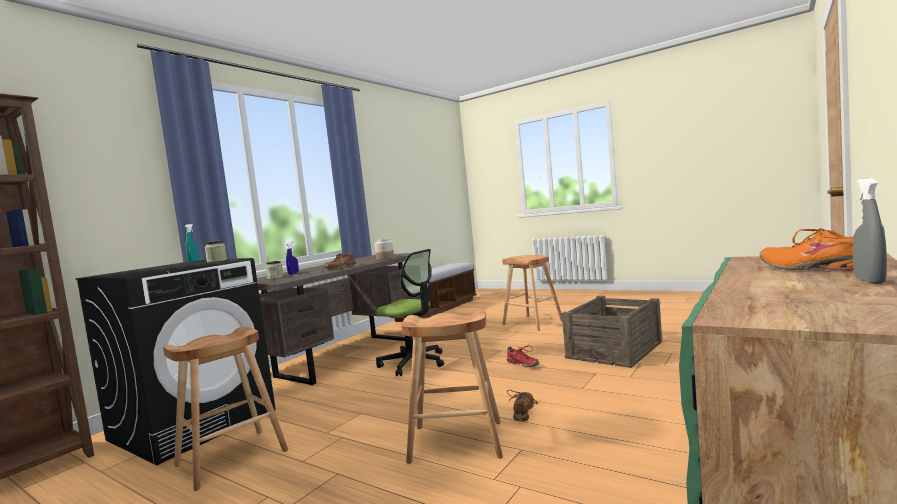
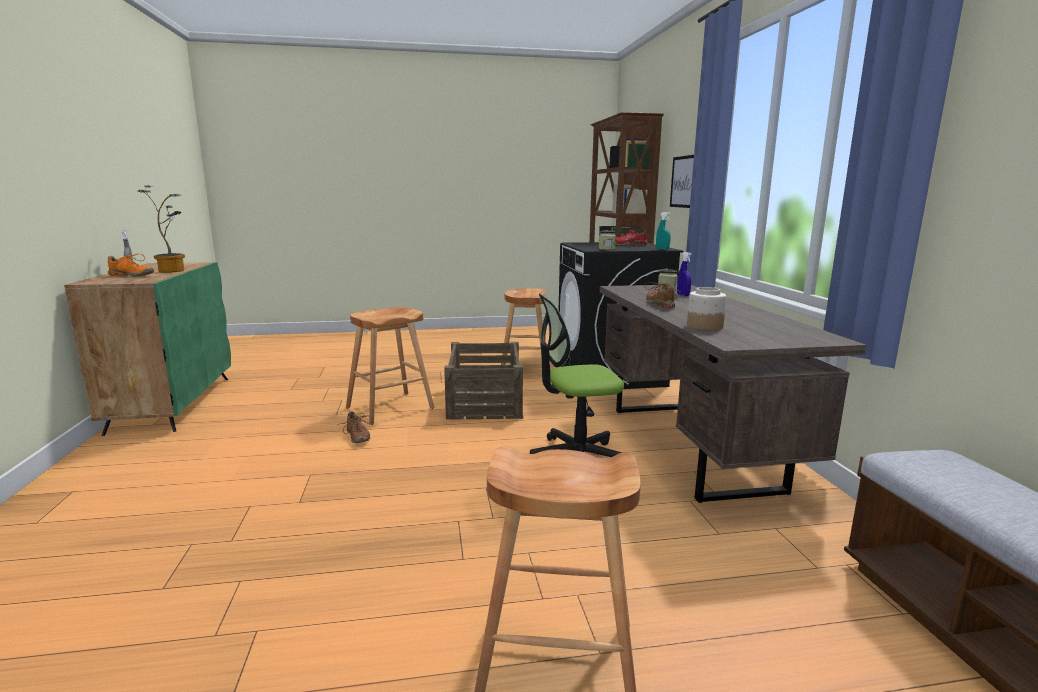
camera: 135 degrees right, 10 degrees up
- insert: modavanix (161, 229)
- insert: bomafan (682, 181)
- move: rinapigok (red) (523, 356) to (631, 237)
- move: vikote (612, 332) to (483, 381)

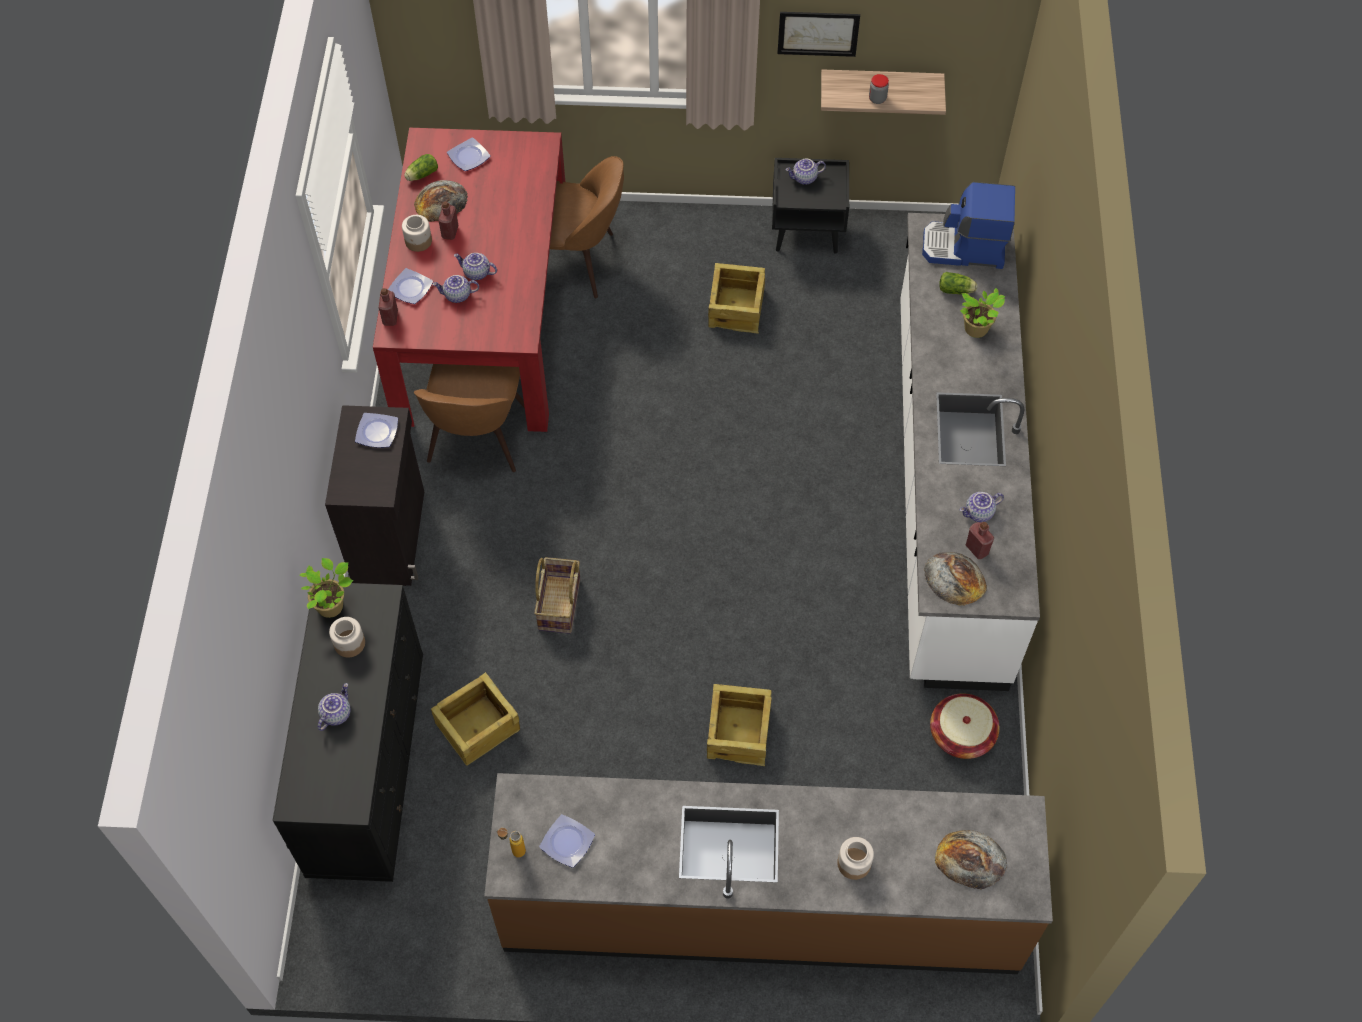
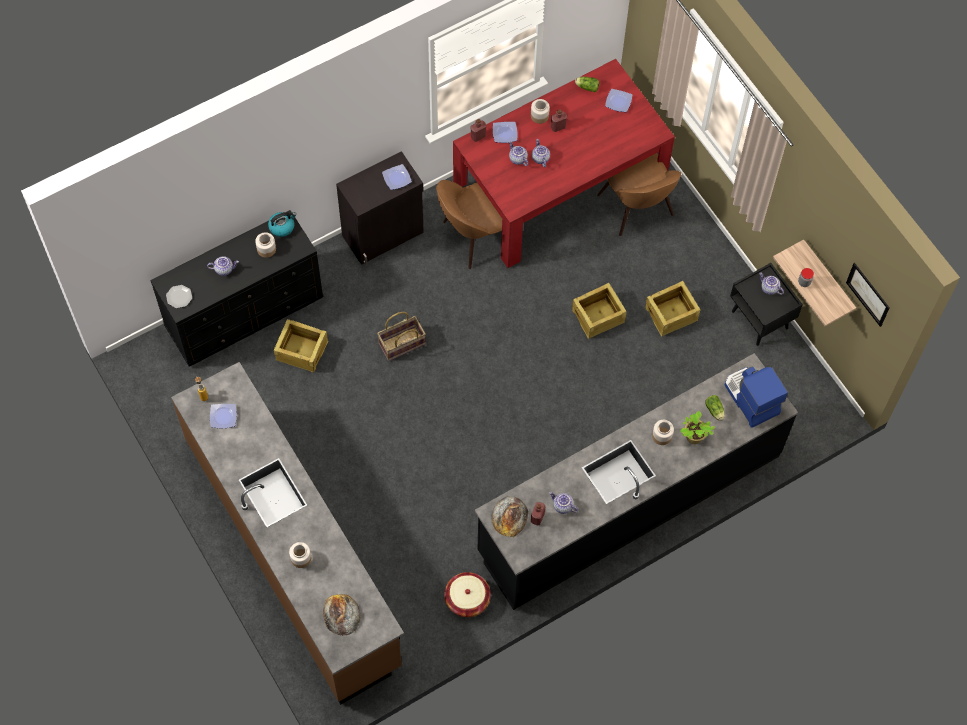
camera: 55 degrees right, 5 degrees up
- delete: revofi (441, 201)
- insert: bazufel (179, 296)
- insert: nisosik (663, 432)
- move: vikote (739, 725) to (599, 311)
- move: bomafan (818, 34) to (868, 295)
- replace: modavanix (326, 588) to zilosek (282, 224)
- recolor: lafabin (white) (970, 452) to lafabin (black) (636, 481)

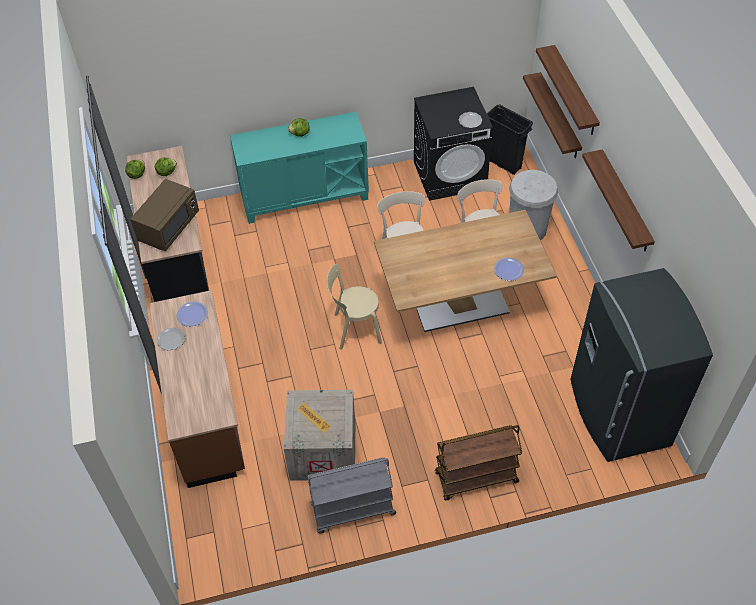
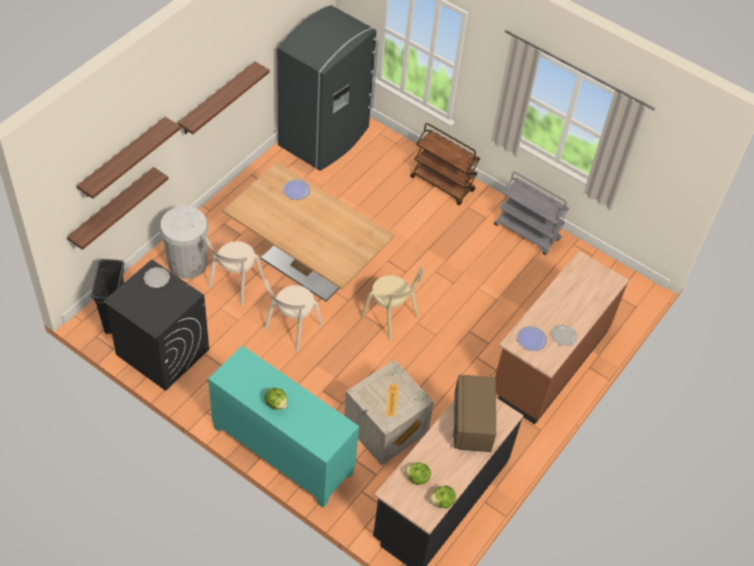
camera: 135 degrees left, 0 degrees up
- move: vikote (319, 435) to (389, 413)
- rotate: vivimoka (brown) (164, 215) = (474, 413) 75 degrees counterclockwise

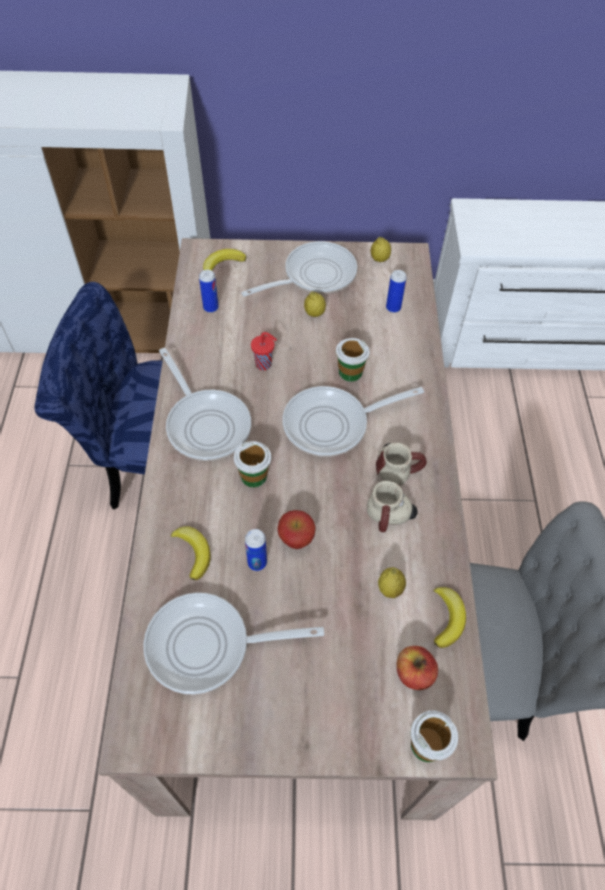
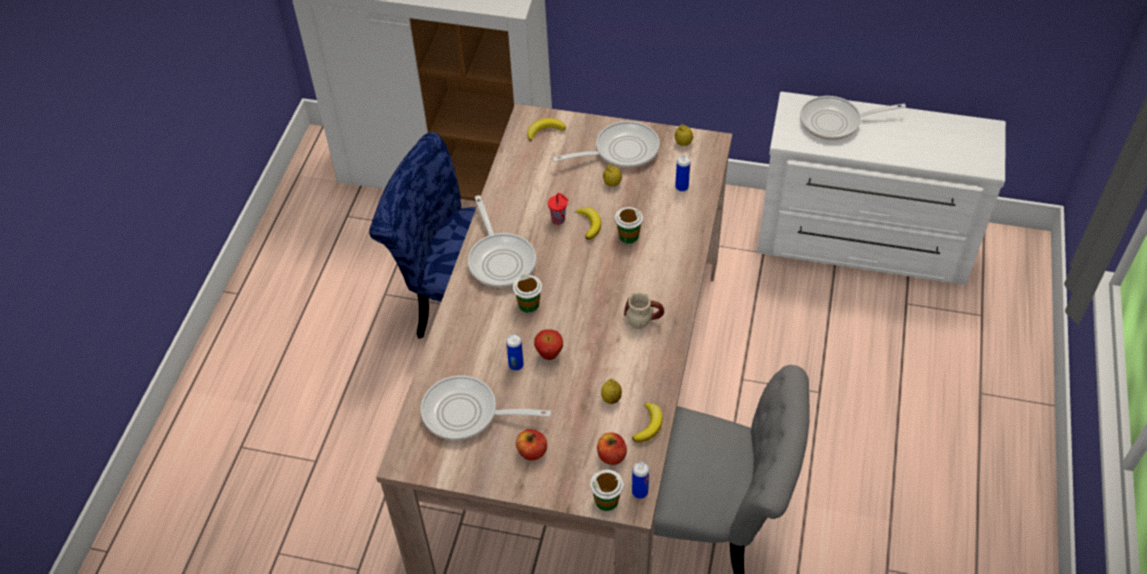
camera: 15 degrees right, 5 degrees down
- delete: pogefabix (392, 506)
- insert: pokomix (531, 444)
- move: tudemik (190, 553) to (588, 223)
- move: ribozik (209, 291) to (640, 480)
- move: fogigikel (353, 421) to (853, 118)

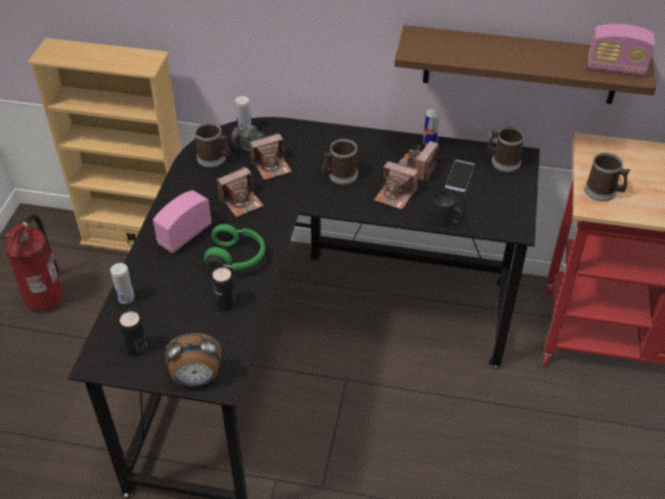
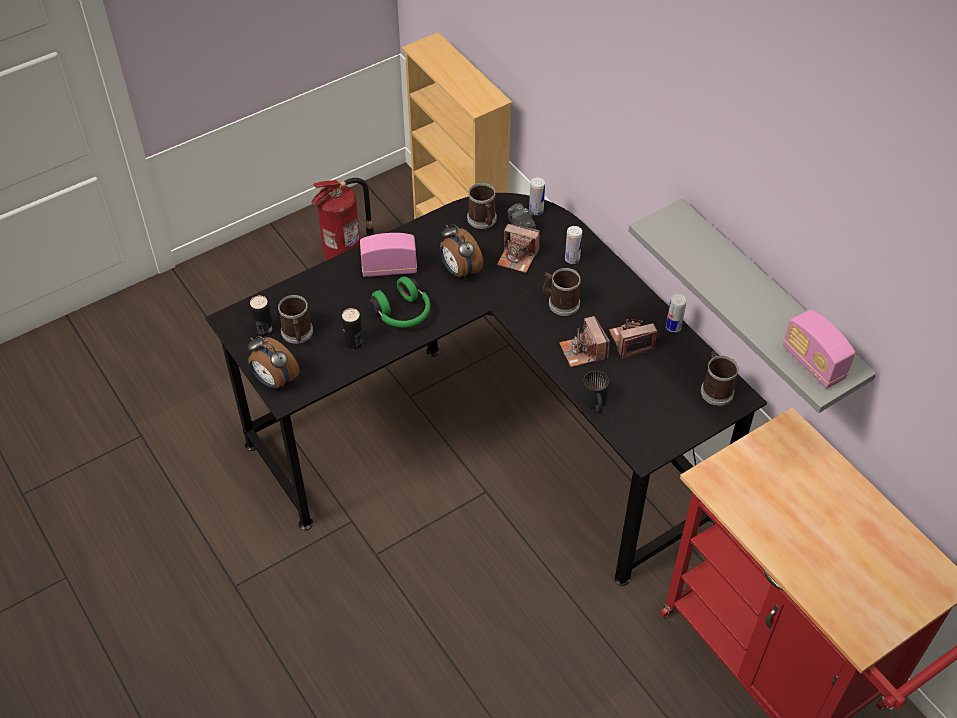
camera: 45 degrees right, 5 degrees up
- delete: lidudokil (460, 176)
- move: ribozik (122, 283) to (573, 245)
- move: pogefabix (607, 177) to (295, 319)
- replace: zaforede (240, 191) to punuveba (462, 252)
- recolor: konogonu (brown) (525, 64) to konogonu (grey) (752, 305)

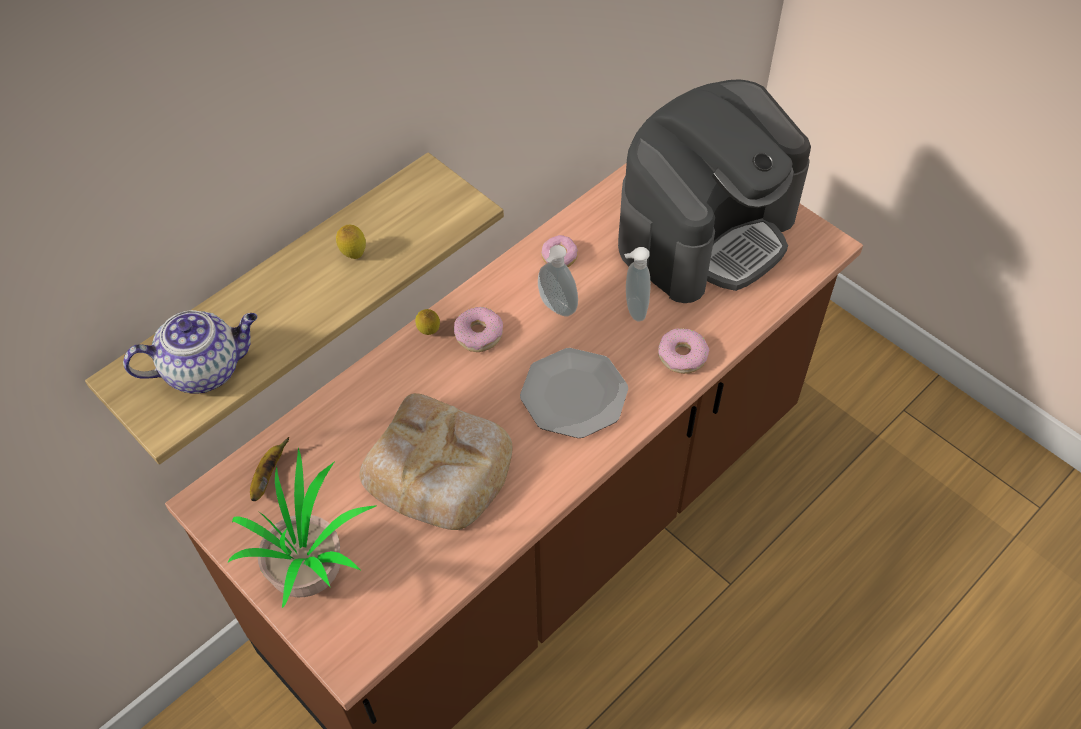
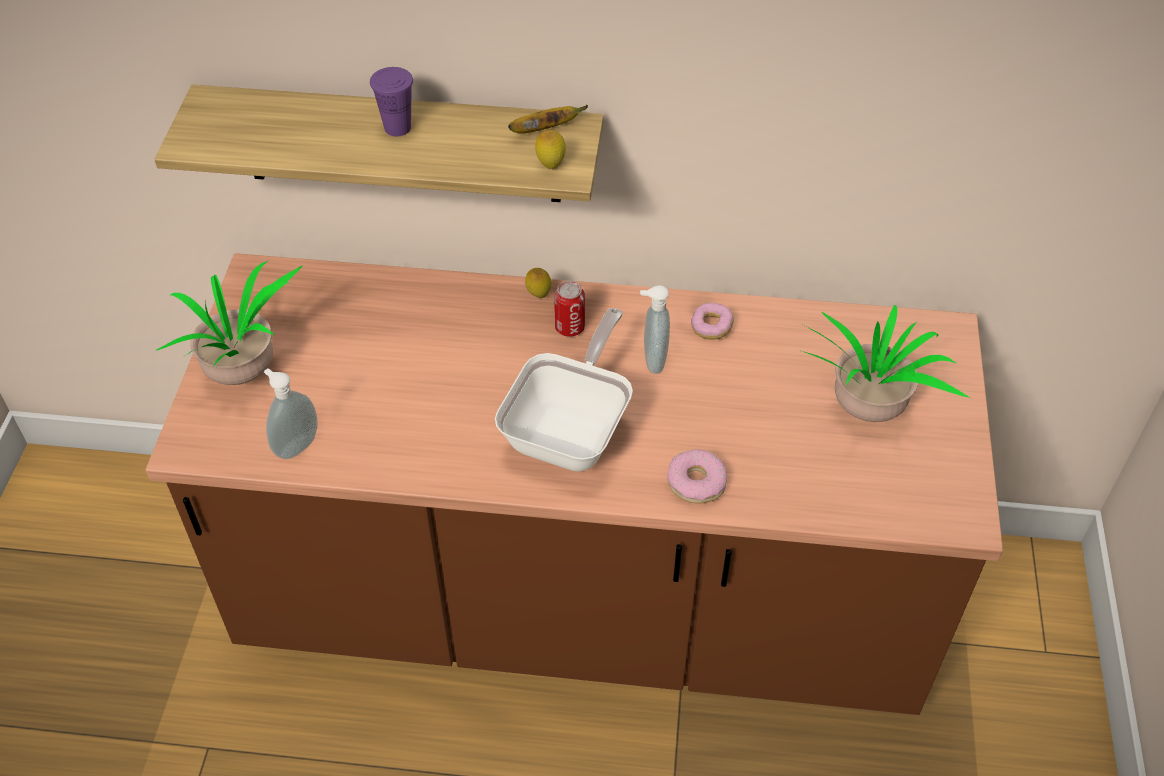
camera: 50 degrees right, 5 degrees down
- delete: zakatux (190, 352)
- delete: revofi (435, 461)
- insert: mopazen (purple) (391, 101)
- move: tudemik (269, 469) to (548, 119)
- move: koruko (351, 242) to (550, 149)
- move: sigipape (637, 284) to (290, 413)
- replace: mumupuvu (478, 329) to ribozik (569, 309)
- replace: bazufel (574, 393) to fogigikel (564, 390)
- replace: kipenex (714, 191) to modavanix (884, 363)

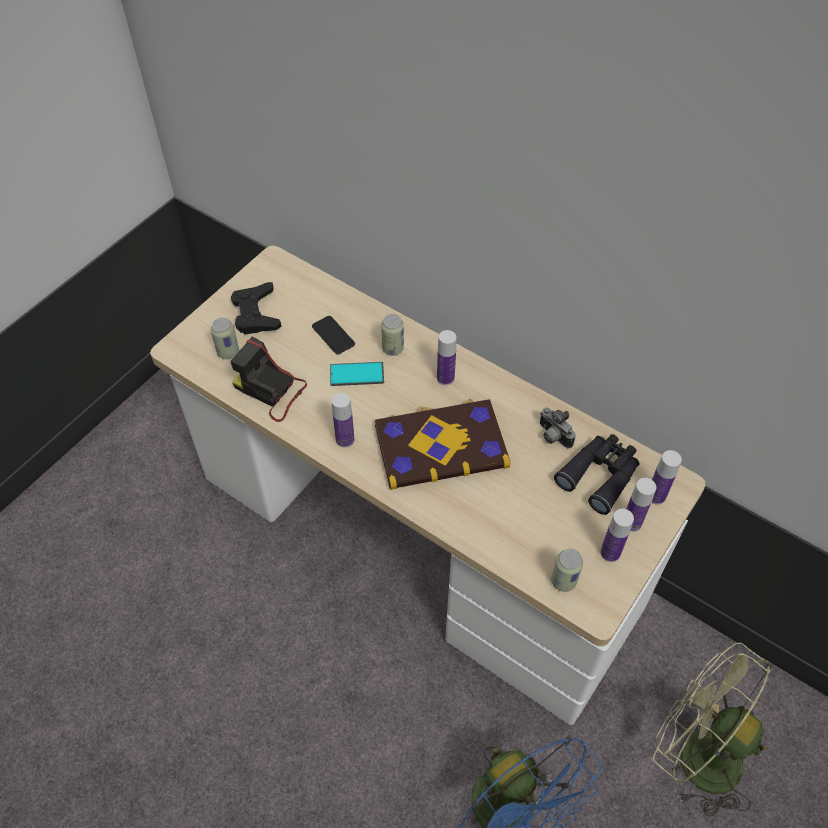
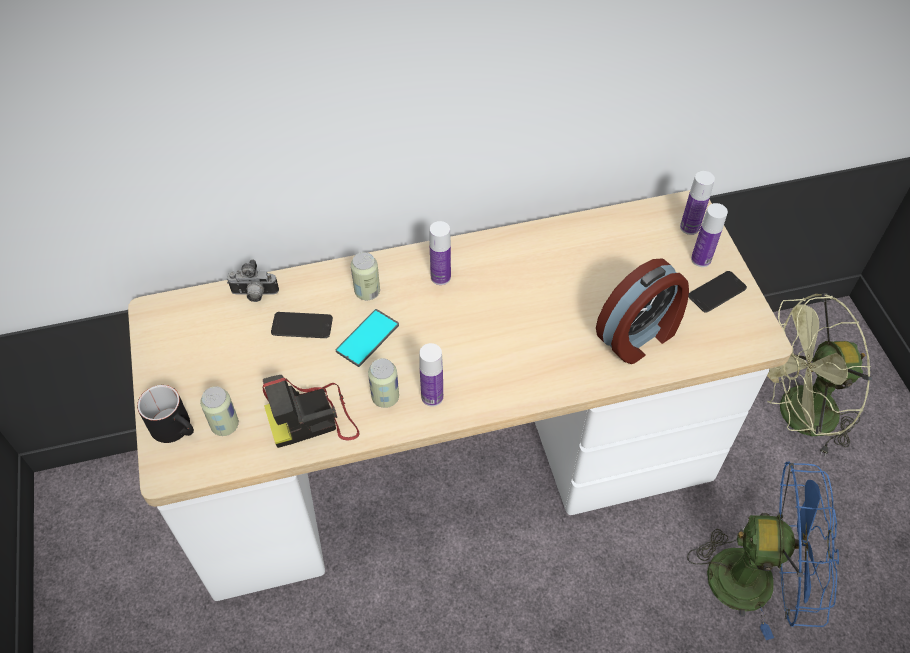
camera: 50 degrees left, 0 degrees up
- delete: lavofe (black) (256, 308)
- delete: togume (442, 444)
- delete: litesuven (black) (596, 474)
- insert: pogefabix (black) (165, 414)
- insert: punuveba (642, 311)
- move: zaforede (558, 427) to (253, 281)
- move: ribozik (567, 570) to (383, 383)
- replace: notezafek (617, 535) to lidudokil (717, 292)

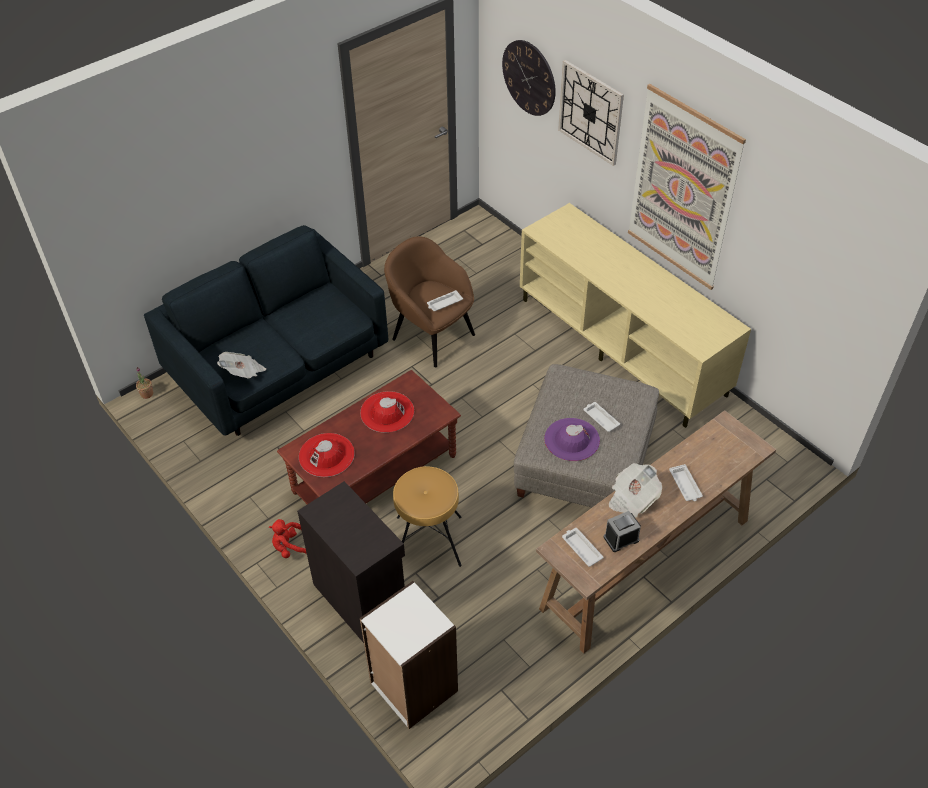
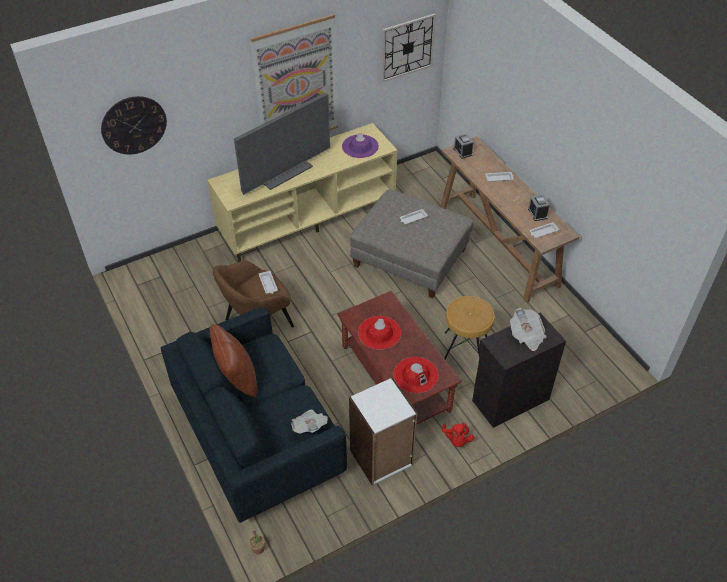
camera: 80 degrees left, 0 degrees up
- insert: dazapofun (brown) (233, 360)
- insert: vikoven (282, 144)
- insert: punuveba (464, 146)
- move: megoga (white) (409, 655) to (383, 431)
- move: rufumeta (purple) (572, 439) to (360, 145)
- move: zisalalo (591, 113) to (409, 47)
- move: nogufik (635, 490) to (528, 329)

